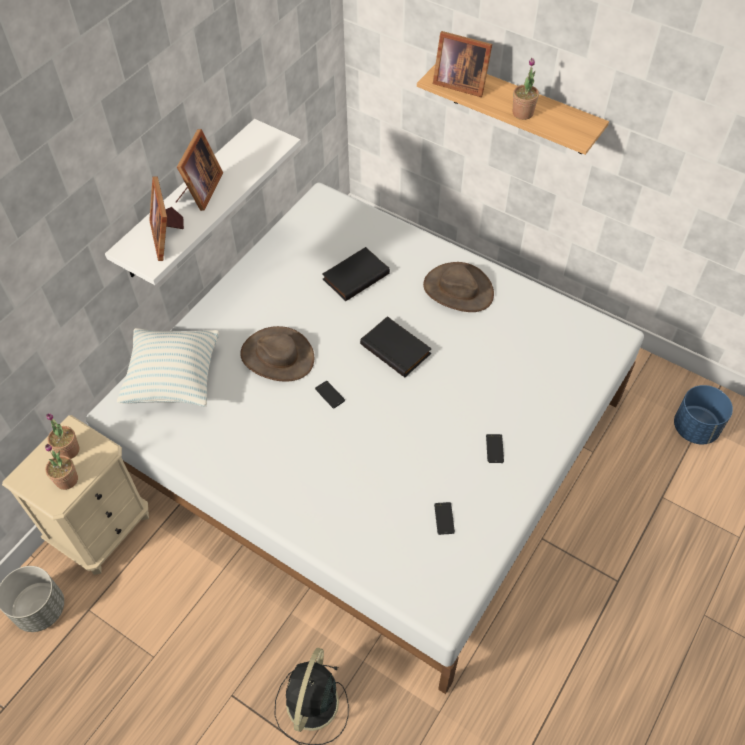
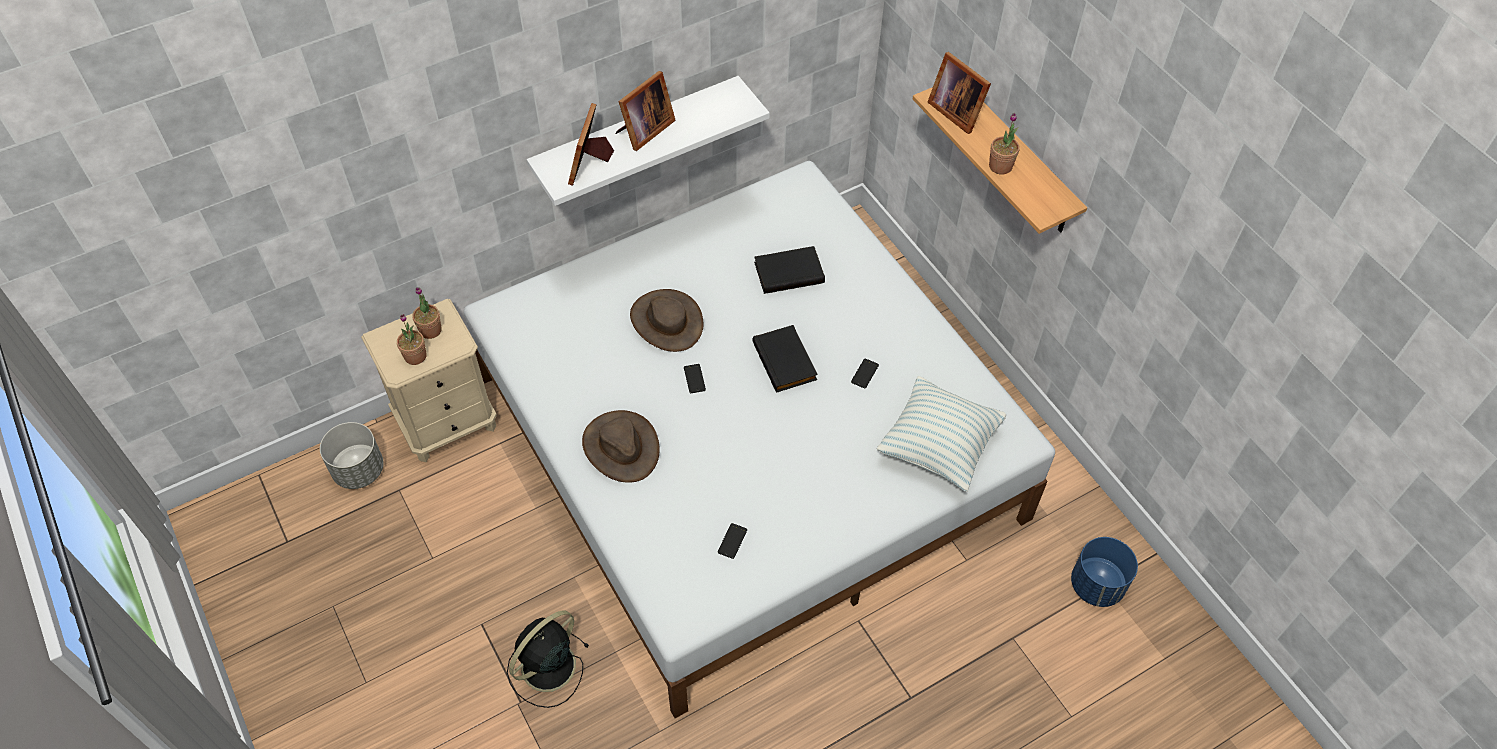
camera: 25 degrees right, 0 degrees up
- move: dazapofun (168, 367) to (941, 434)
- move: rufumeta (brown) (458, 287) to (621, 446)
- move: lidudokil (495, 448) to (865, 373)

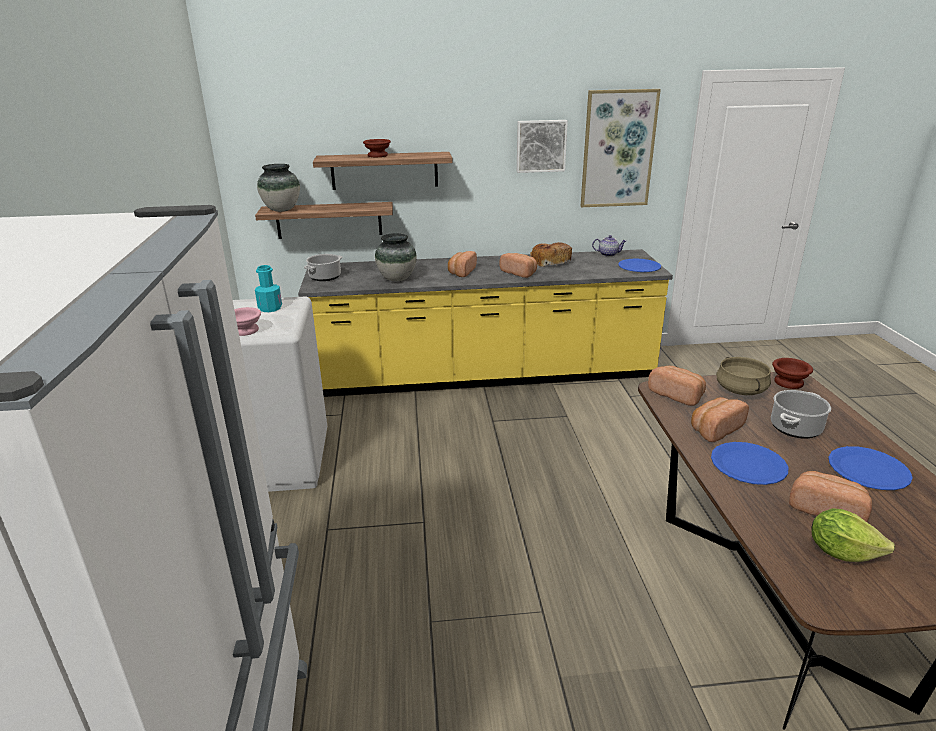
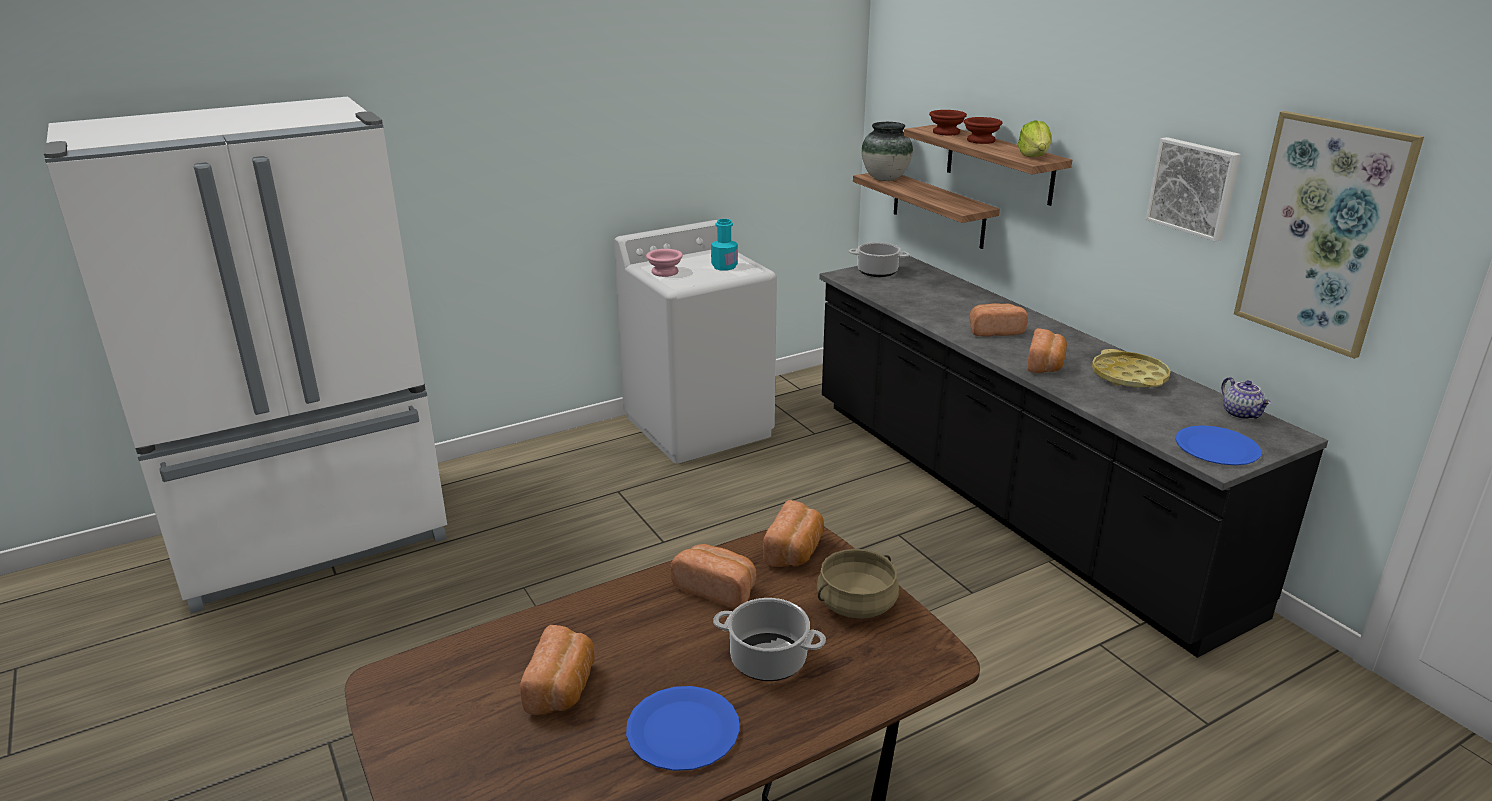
camera: 65 degrees right, 0 degrees up
- delete: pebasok (396, 257)
- delete: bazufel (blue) (749, 463)
- move: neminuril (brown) (792, 373) to (948, 122)
- move: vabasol (853, 535) to (1034, 138)
- replace: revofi (551, 254) to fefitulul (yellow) (1131, 368)
- recolor: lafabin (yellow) (485, 323) to lafabin (black) (1073, 457)

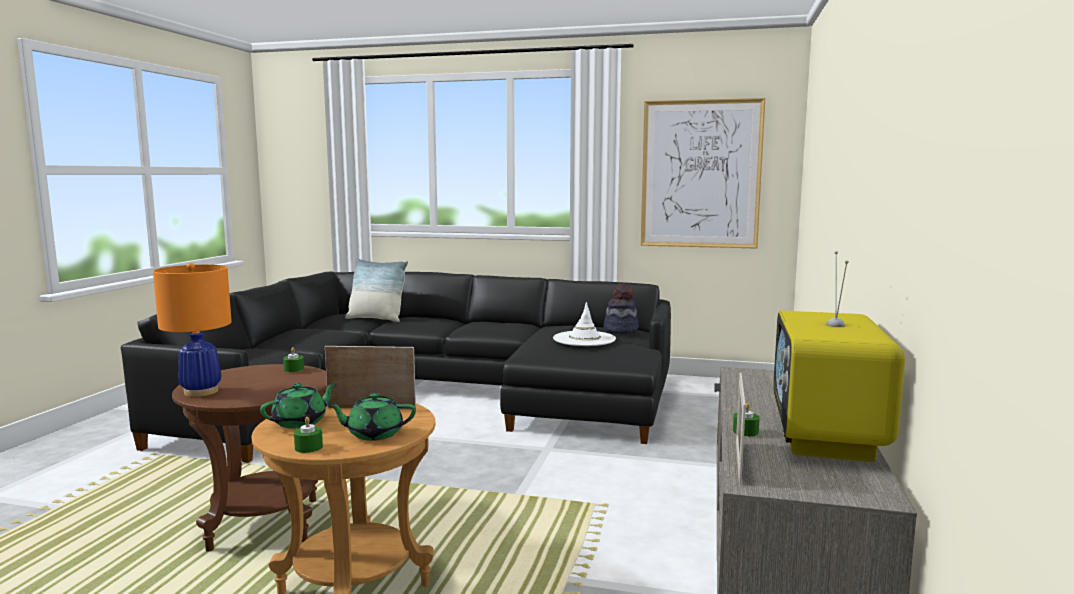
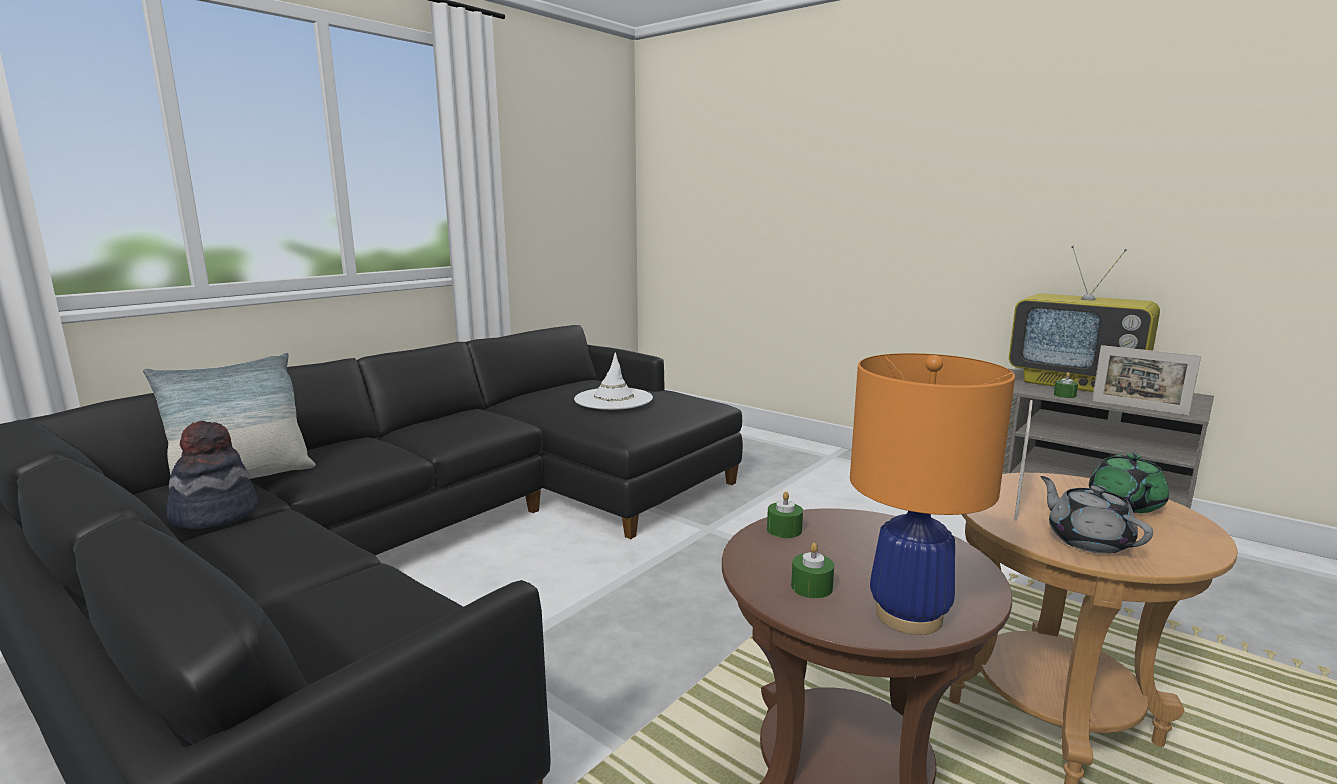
camera: 65 degrees left, 5 degrees up
- delete: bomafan (703, 173)
- move: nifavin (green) (308, 435) to (812, 571)
- move: rufumeta (621, 309) to (212, 475)
- recolor: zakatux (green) (298, 405) to zakatux (grey) (1096, 515)

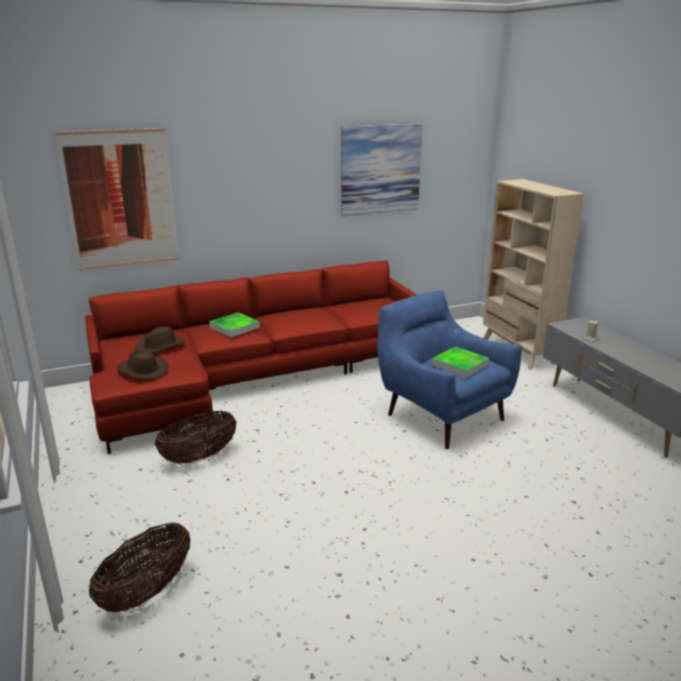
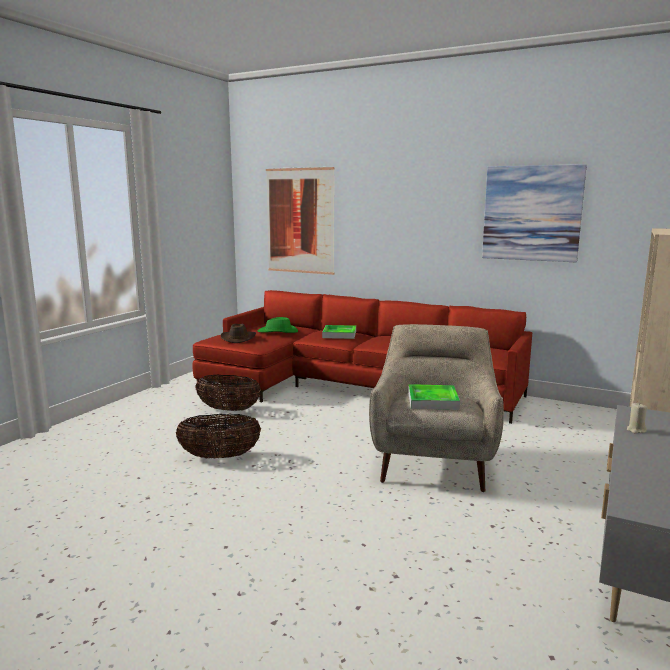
camera: 50 degrees right, 10 degrees down
- move: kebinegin (140, 567) to (218, 436)
- recolor: rufumeta (brown) (159, 339) to rufumeta (green) (277, 325)
- recolor: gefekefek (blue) (449, 369) to gefekefek (beige) (436, 408)

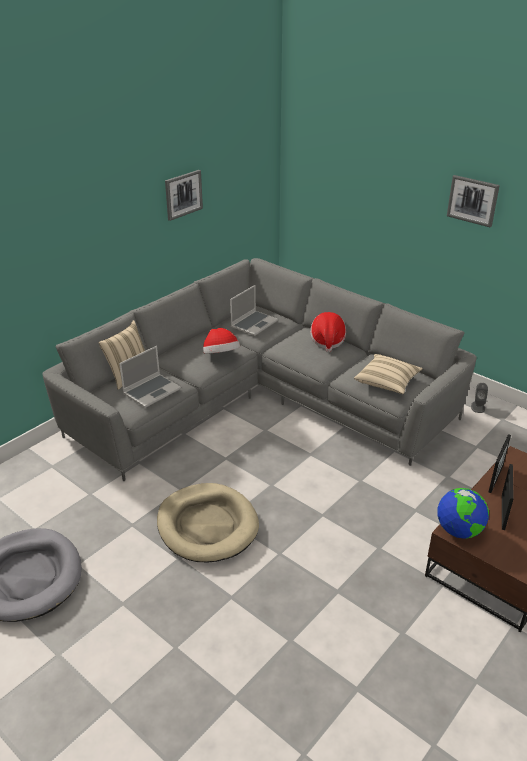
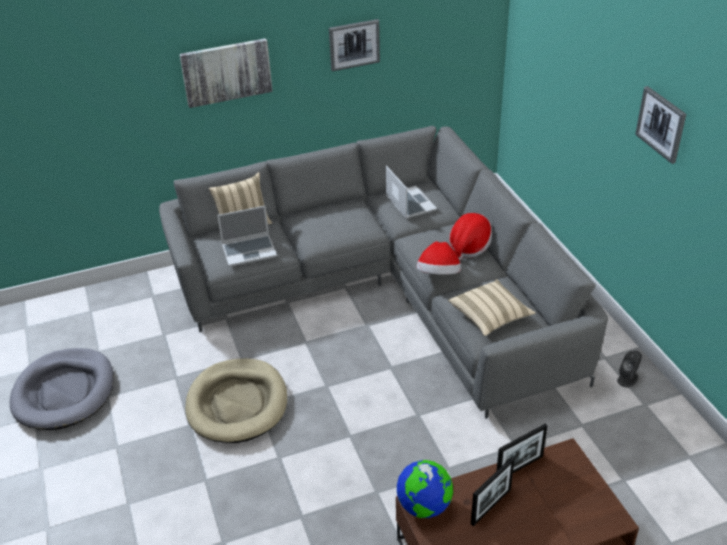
camera: 30 degrees right, 5 degrees up
- insert: bomafan (226, 73)
- move: rufumeta (221, 341) to (439, 258)
- rotate: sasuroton (254, 310) = (411, 192) 90 degrees counterclockwise

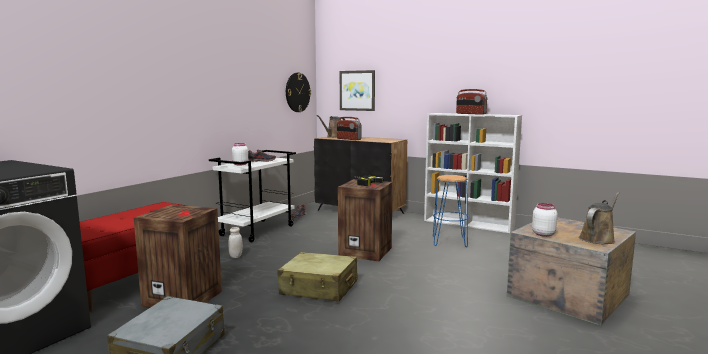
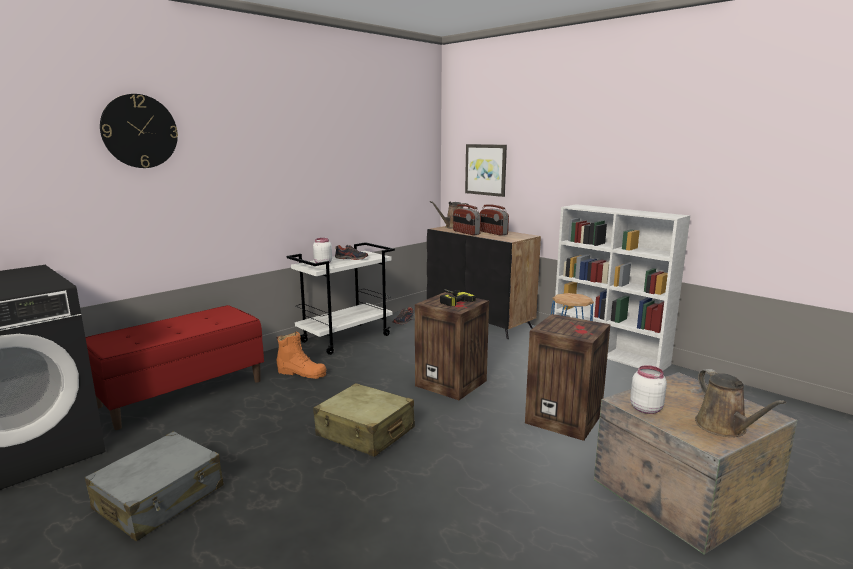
camera: 15 degrees right, 5 degrees up
- move: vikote (178, 256) to (567, 377)
- move: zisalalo (298, 92) to (139, 131)
- move: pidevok (471, 102) to (494, 220)
- replace: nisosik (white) (236, 242) to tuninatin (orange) (301, 355)
- rotate: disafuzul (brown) (599, 218) = (740, 403) 105 degrees clockwise

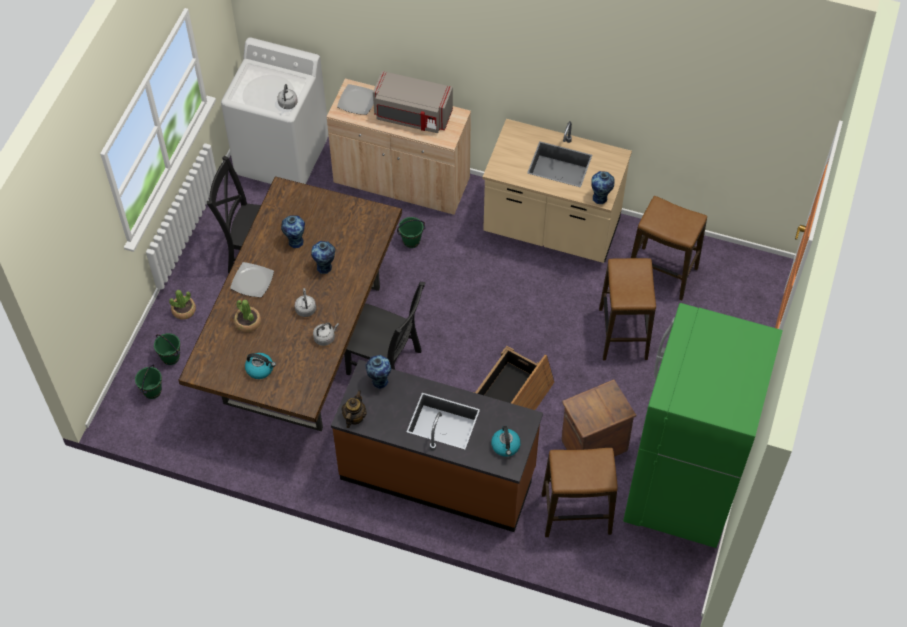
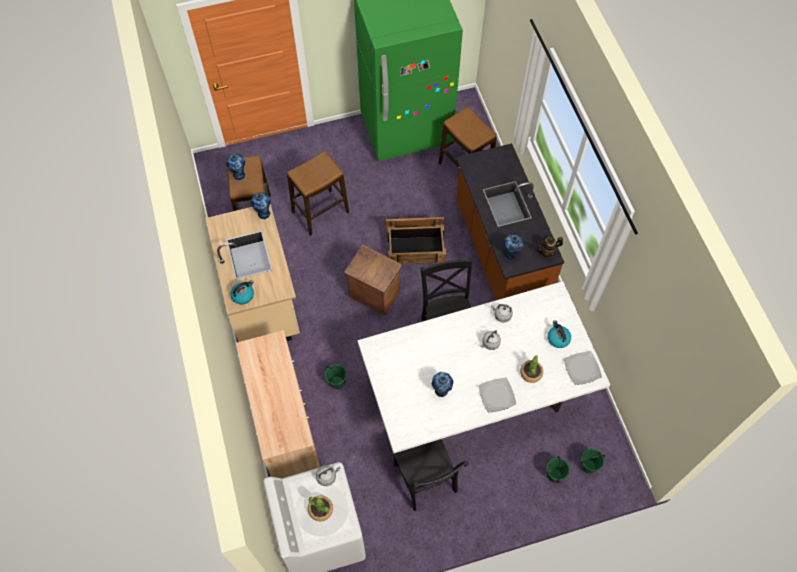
camera: 125 degrees left, 5 degrees up
- delete: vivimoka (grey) (413, 102)
- move: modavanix (182, 305) to (320, 508)
- move: pebasok (323, 257) to (235, 167)
- move: bazufel (355, 99) to (583, 368)
- move: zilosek (506, 441) to (242, 292)
- move: vikote (599, 418) to (373, 280)
- recolor: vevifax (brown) (290, 304) to vevifax (white) (484, 367)

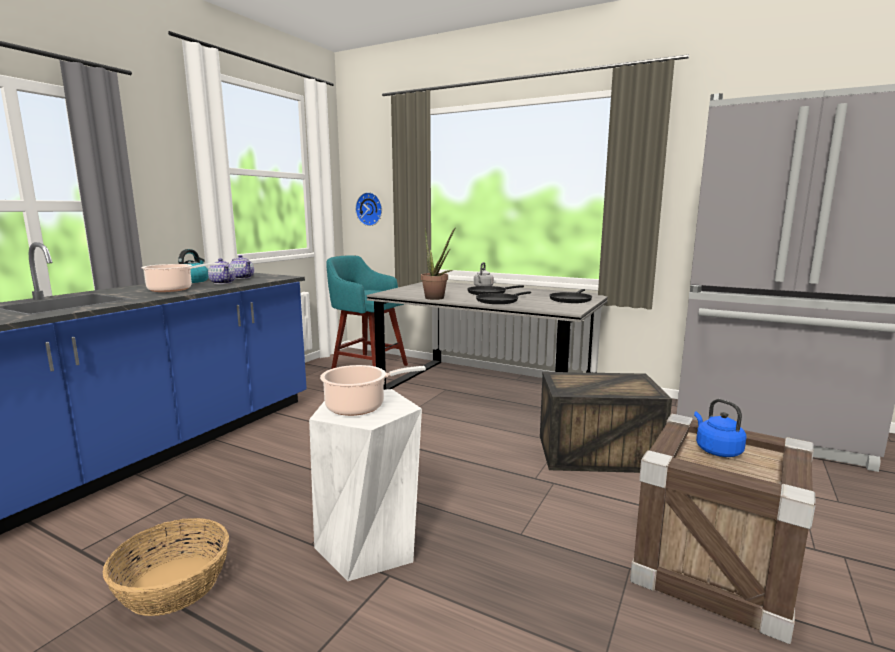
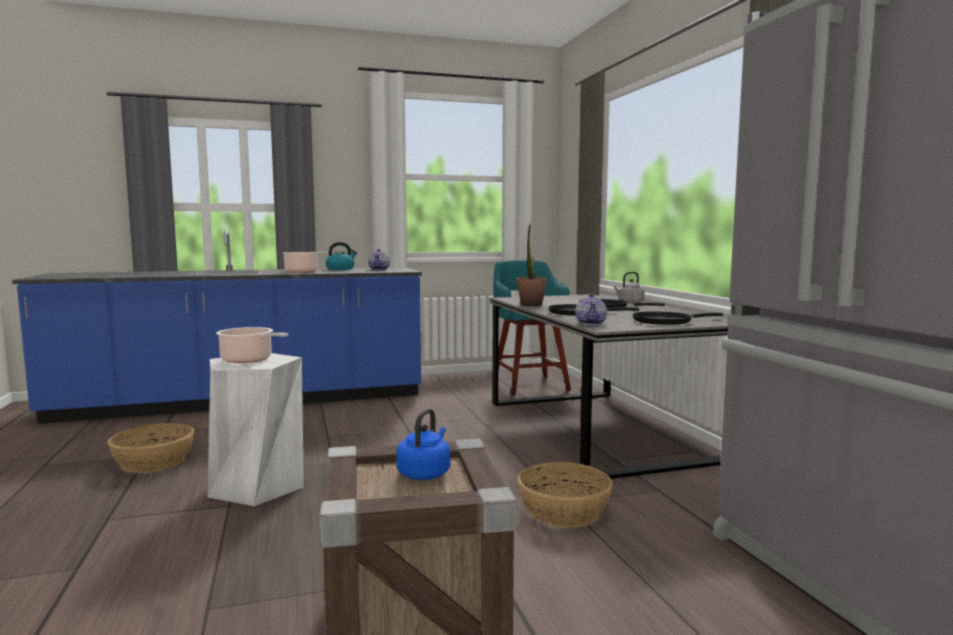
camera: 45 degrees right, 5 degrees down
- delete: zisalalo (368, 209)
- move: zakatux (222, 271) to (591, 309)
- replace: vikote (606, 422) to kebinegin (565, 495)

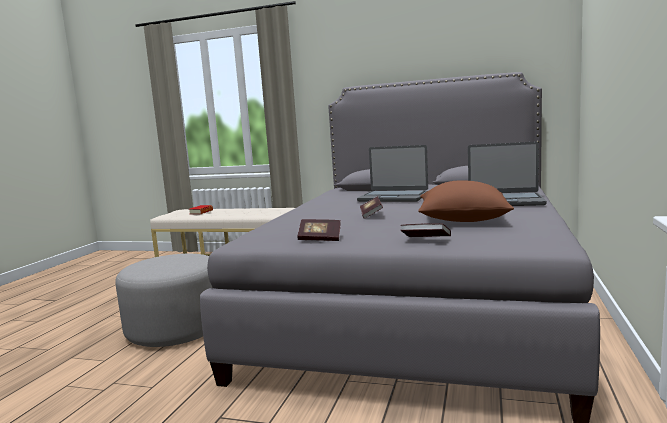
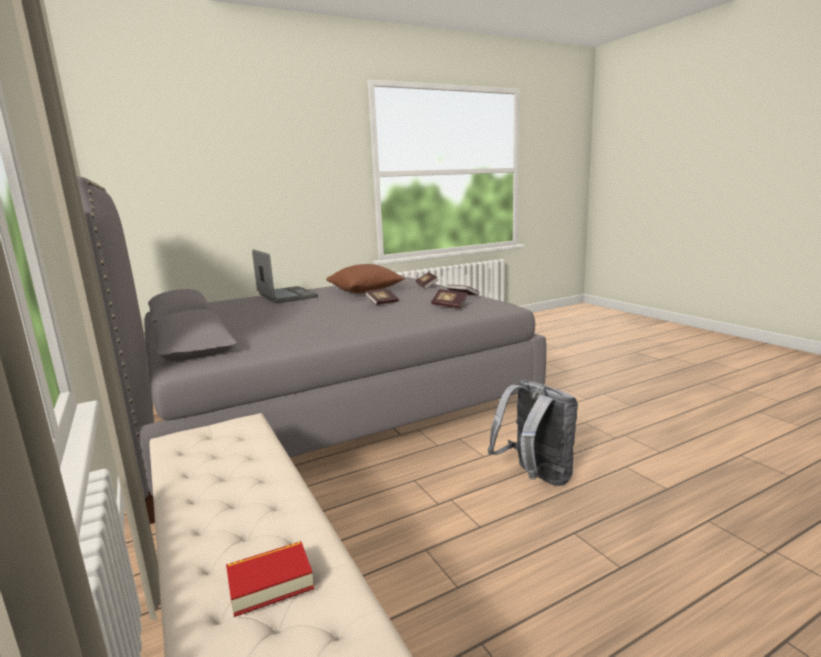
camera: 135 degrees left, 5 degrees up
- delete: sasuroton (392, 173)
- insert: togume (449, 299)
- replace: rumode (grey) (164, 300) to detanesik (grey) (533, 433)

